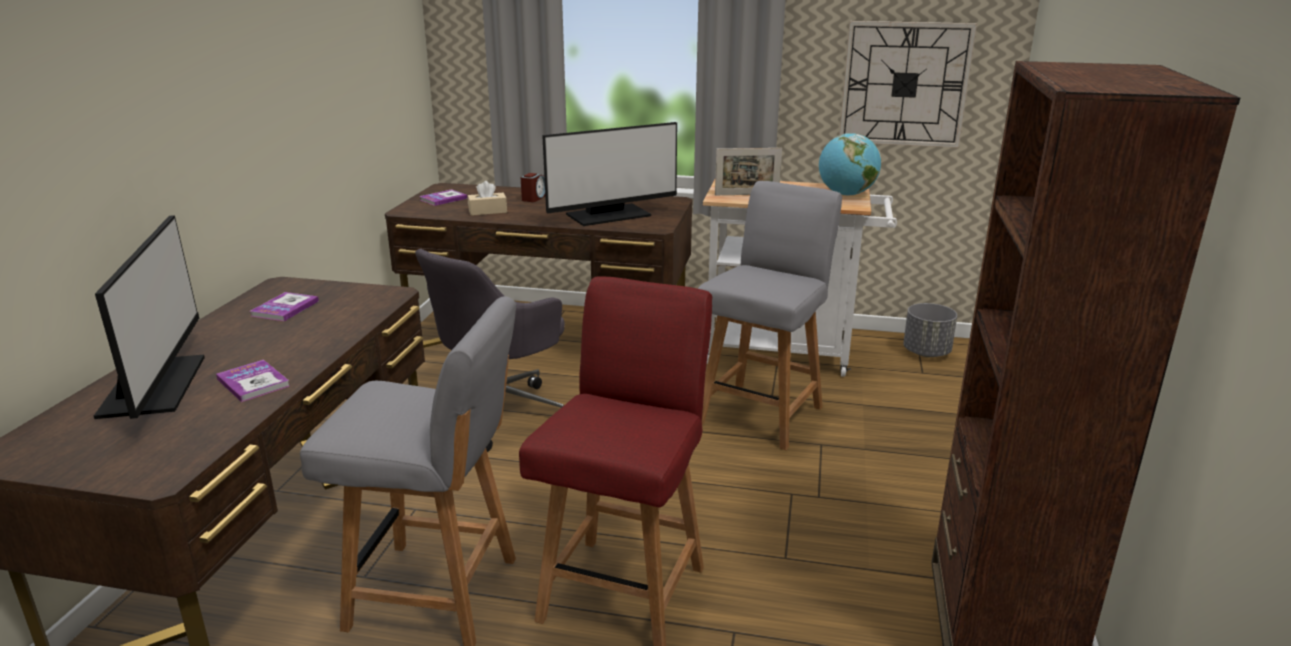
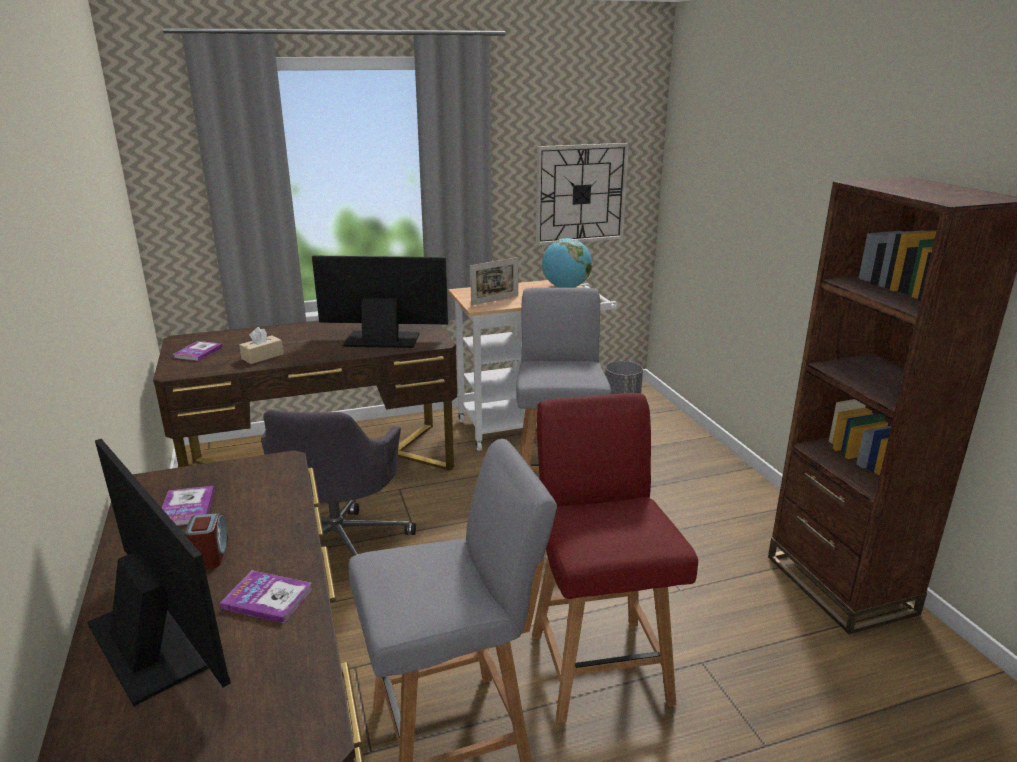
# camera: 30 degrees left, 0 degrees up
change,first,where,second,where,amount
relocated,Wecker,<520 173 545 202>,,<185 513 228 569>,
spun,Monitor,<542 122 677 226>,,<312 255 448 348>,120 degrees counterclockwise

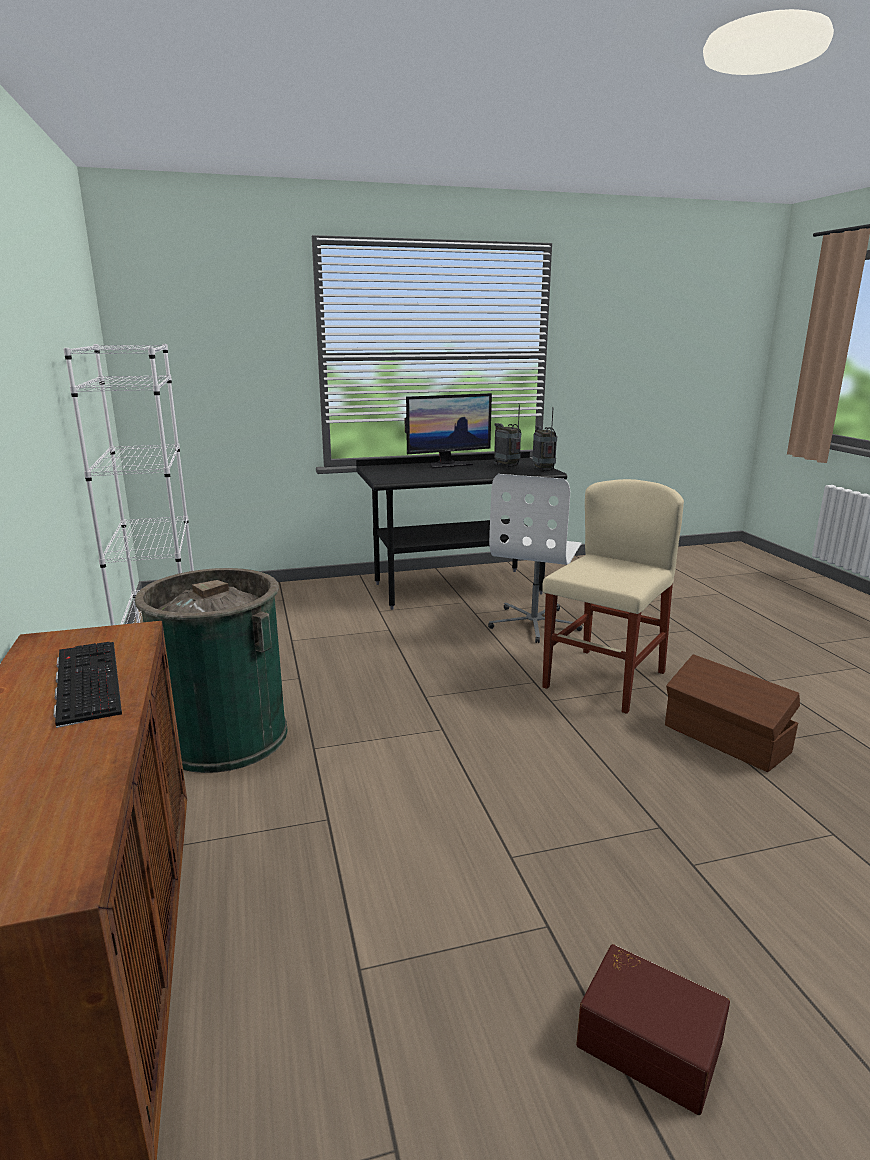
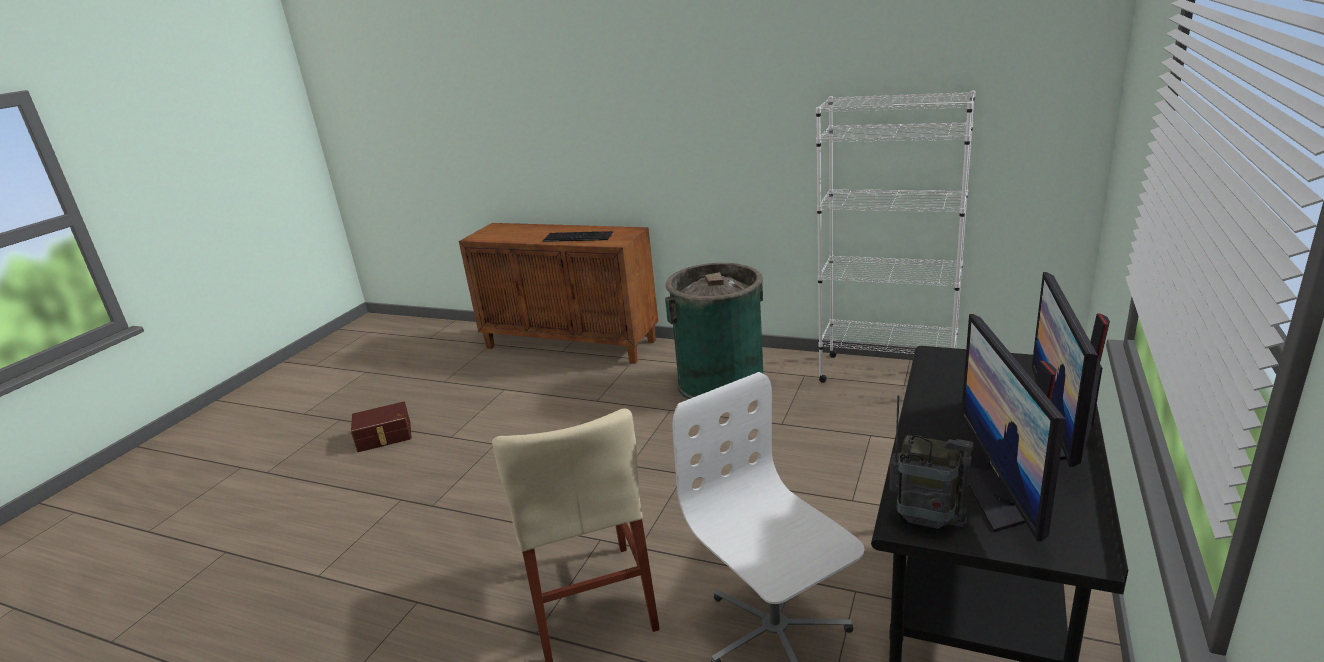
# camera: 130 degrees right, 5 degrees up
change,first,where,second,where,amount
exchanged,Radio,<493 405 521 467>,Monitor,<961 314 1066 541>,
missing,Aufbewahrungsbox [braun],<665 654 800 772>,,,

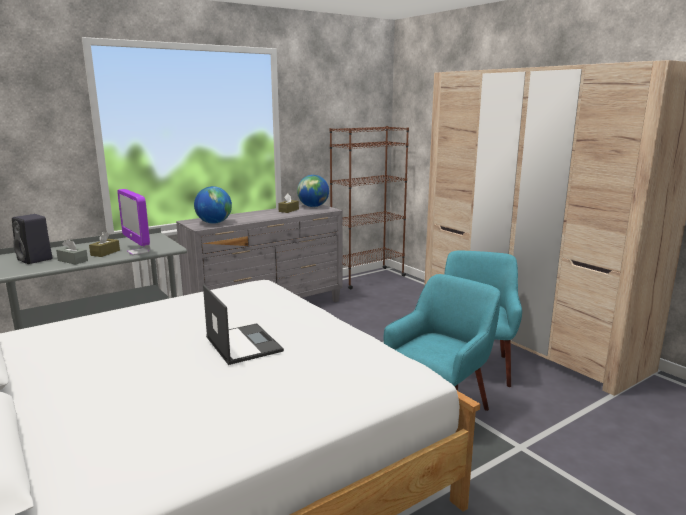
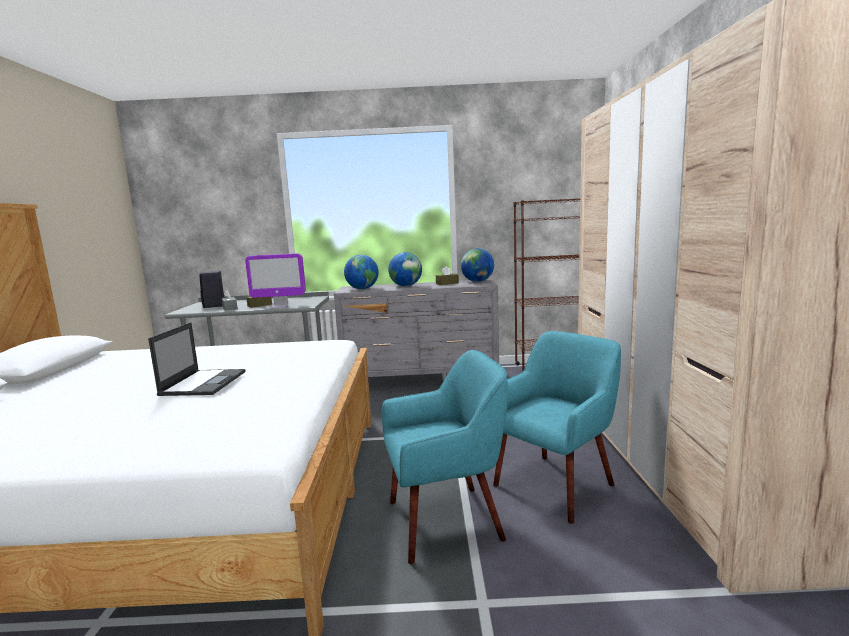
# camera: 35 degrees right, 5 degrees down
change,first,where,second,where,amount
spun,Monitor,<117 189 151 255>,,<245 253 306 308>,90 degrees counterclockwise
appeared,,,Globus,<388 252 422 286>,

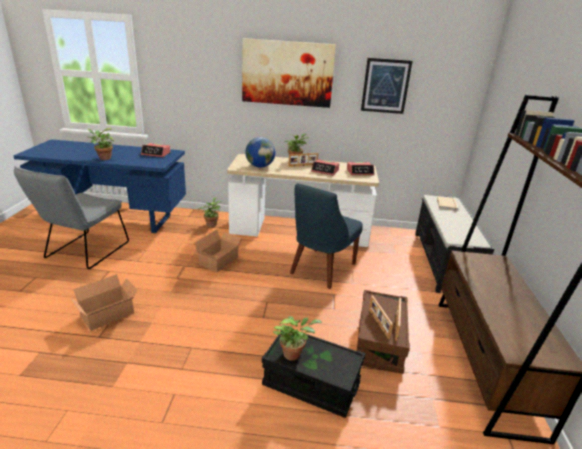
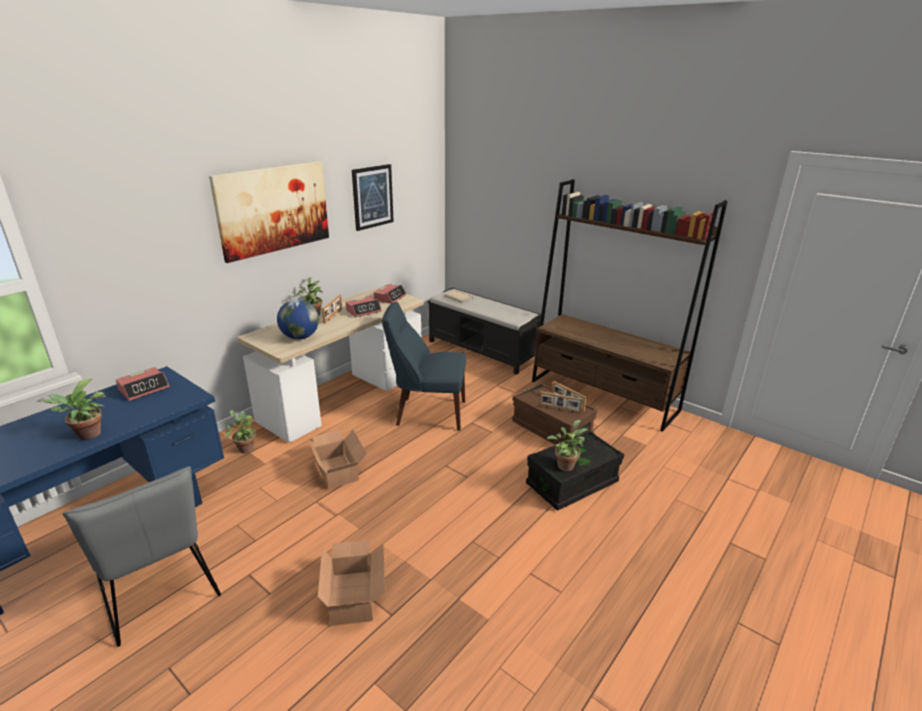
# camera: 55 degrees left, 0 degrees up
change,first,where,second,where,amount
spun,Stuhl [blau],<290 183 363 289>,,<382 302 466 431>,120 degrees clockwise

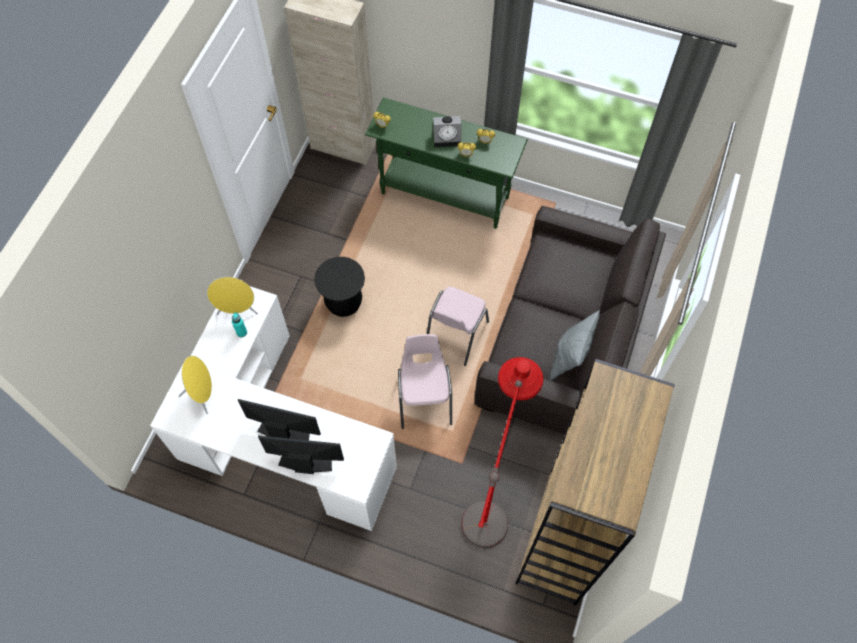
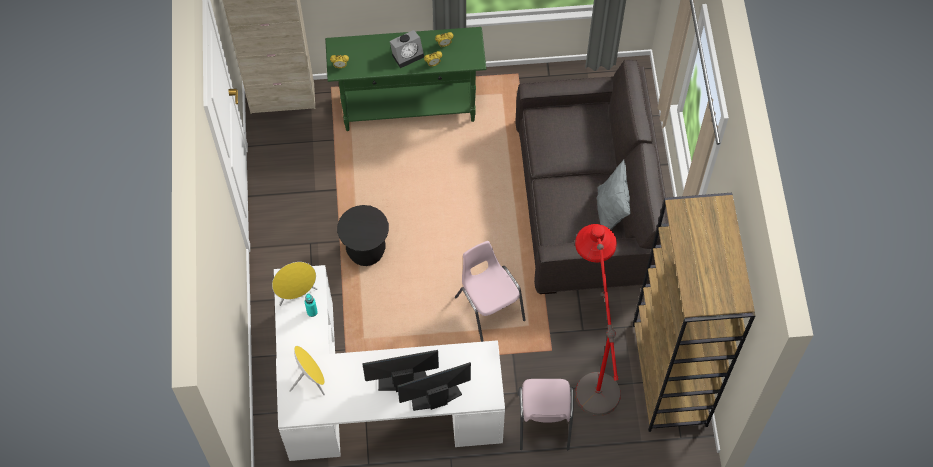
# camera: 25 degrees left, 0 degrees up
change,first,where,second,where,amount
relocated,Stuhl [rosa],<427 287 489 366>,,<517 379 574 450>,

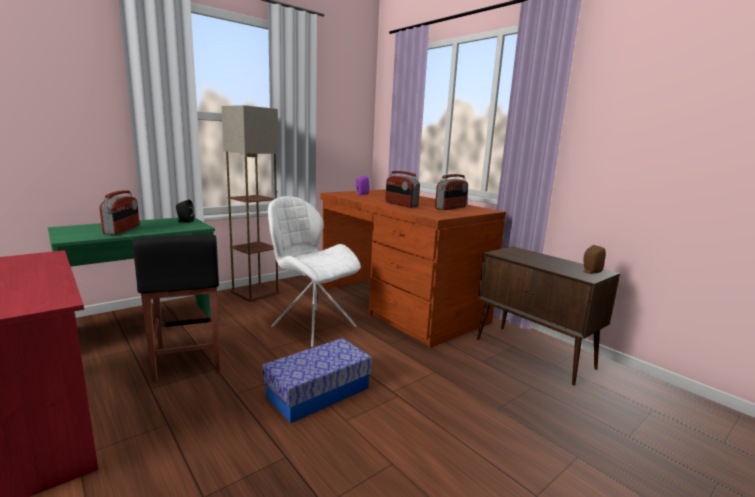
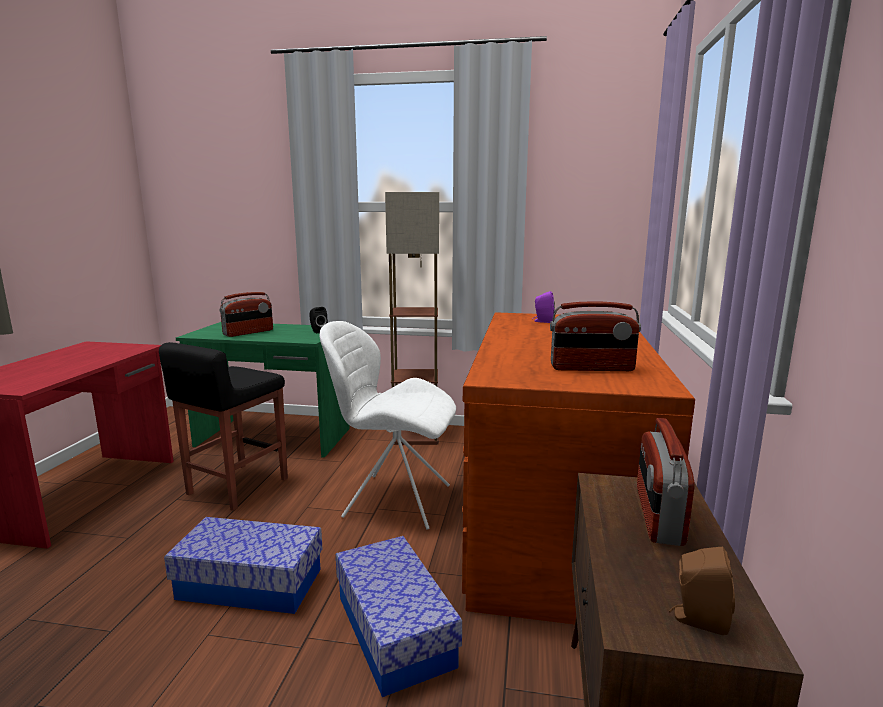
# camera: 50 degrees right, 0 degrees up
change,first,where,second,where,amount
spun,Stuhl [weiß],<268 196 361 347>,,<319 321 456 530>,75 degrees counterclockwise
relocated,Radio,<386 171 420 208>,,<637 418 695 546>,
appeared,,,Aufbewahrungsbox,<336 536 462 697>,

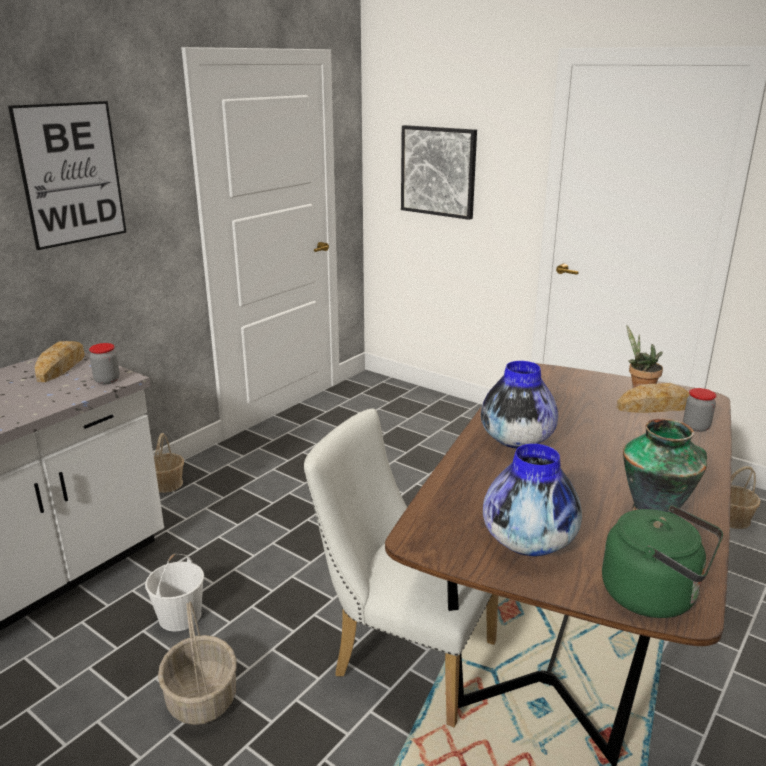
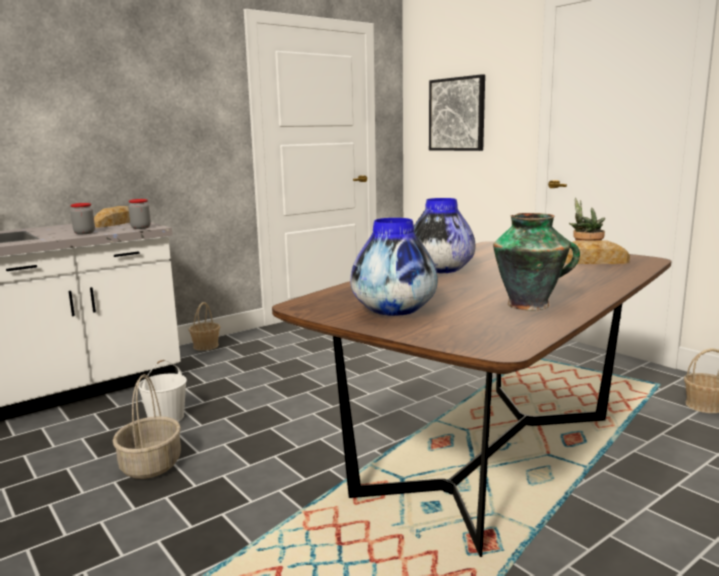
# camera: 15 degrees right, 10 degrees down
change,first,where,second,where,amount
missing,Bild,<8 101 127 250>,,,
missing,Stuhl [weiß],<303 409 498 727>,,,
missing,Wasserkessel [grün],<602 505 723 618>,,,
relocated,Vorratsglas,<683 388 716 432>,,<71 203 95 234>,

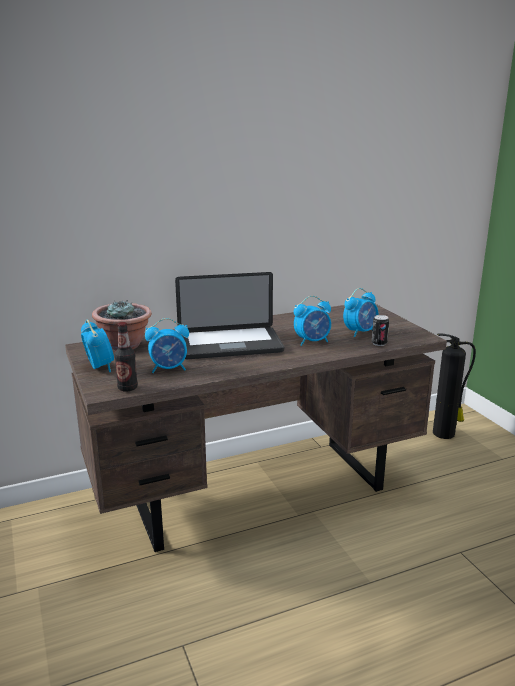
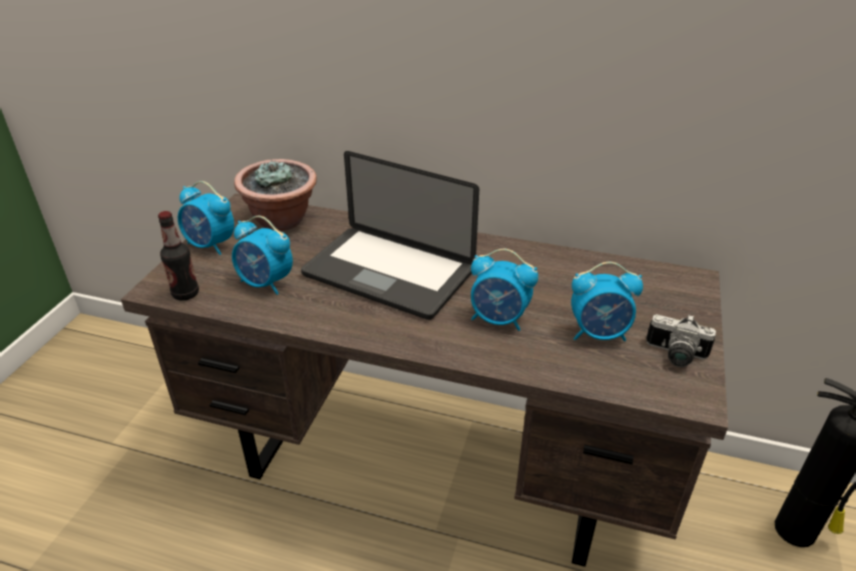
# camera: 40 degrees right, 15 degrees up
change,first,where,second,where,amount
spun,Wecker,<81 320 114 372>,,<178 181 234 255>,105 degrees clockwise
missing,Dose,<372 315 389 346>,,,
appeared,,,Kamera,<646 314 716 367>,

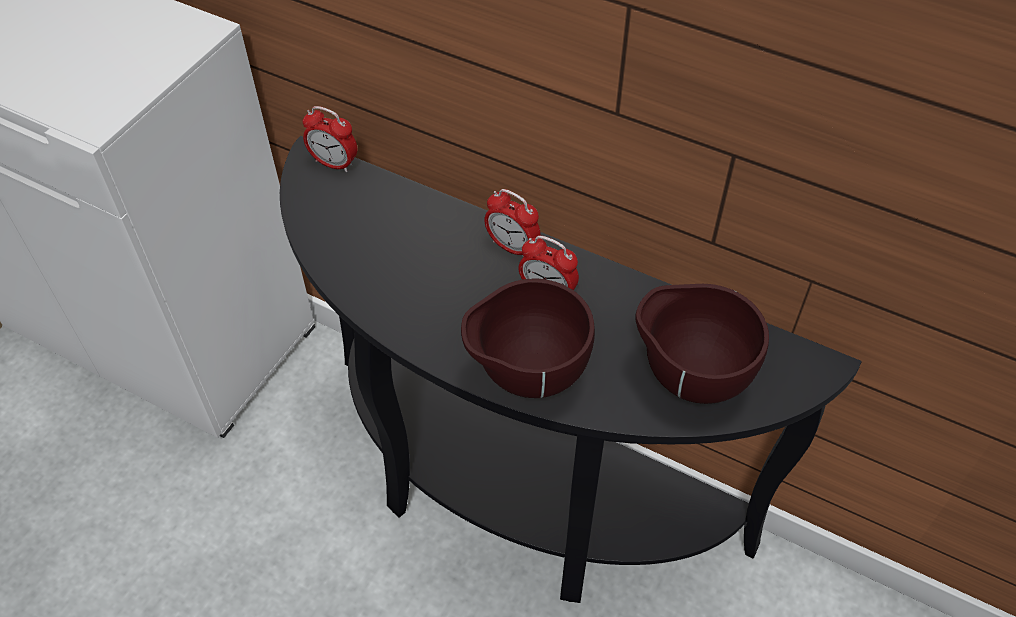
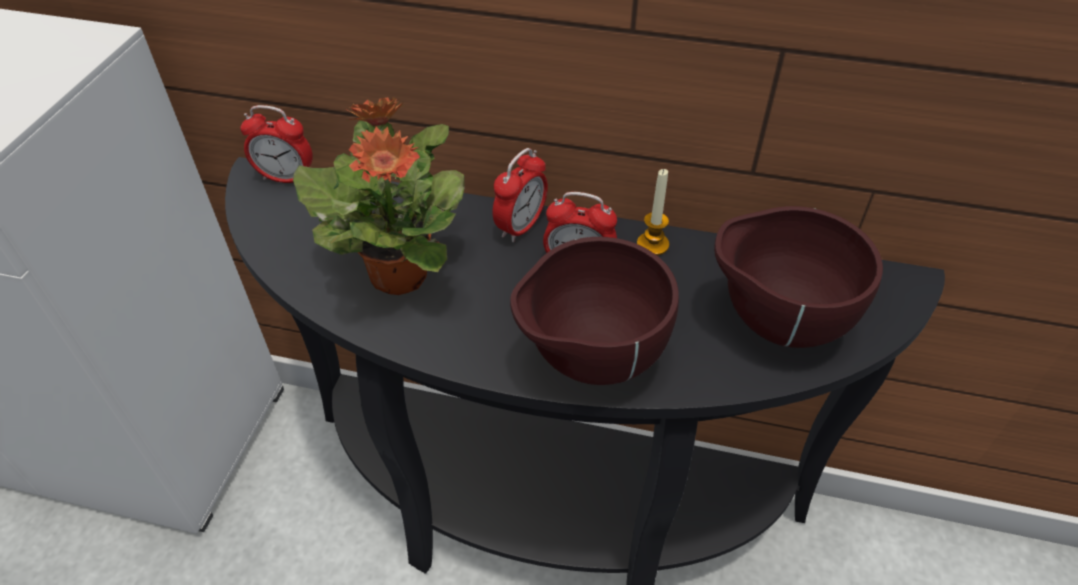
# camera: 15 degrees left, 5 degrees down
change,first,where,second,where,amount
spun,Wecker,<484 189 540 257>,,<492 148 548 242>,75 degrees counterclockwise
appeared,,,Topfpflanze,<293 97 465 295>,
appeared,,,Kerze,<637 169 669 256>,

